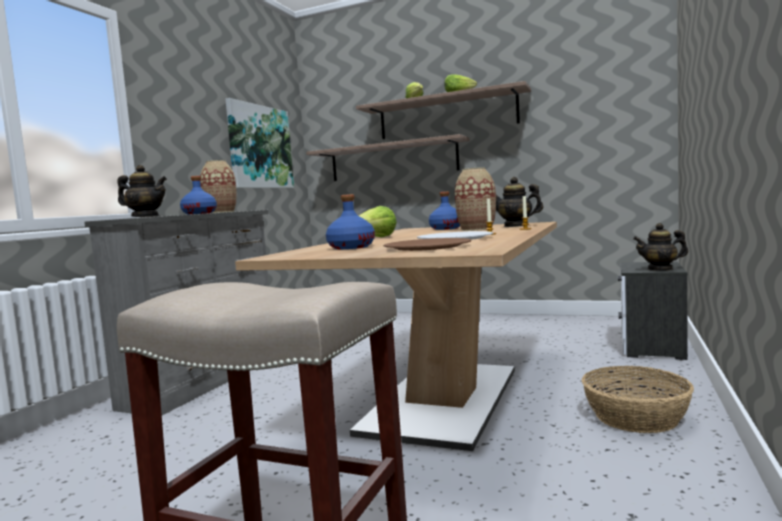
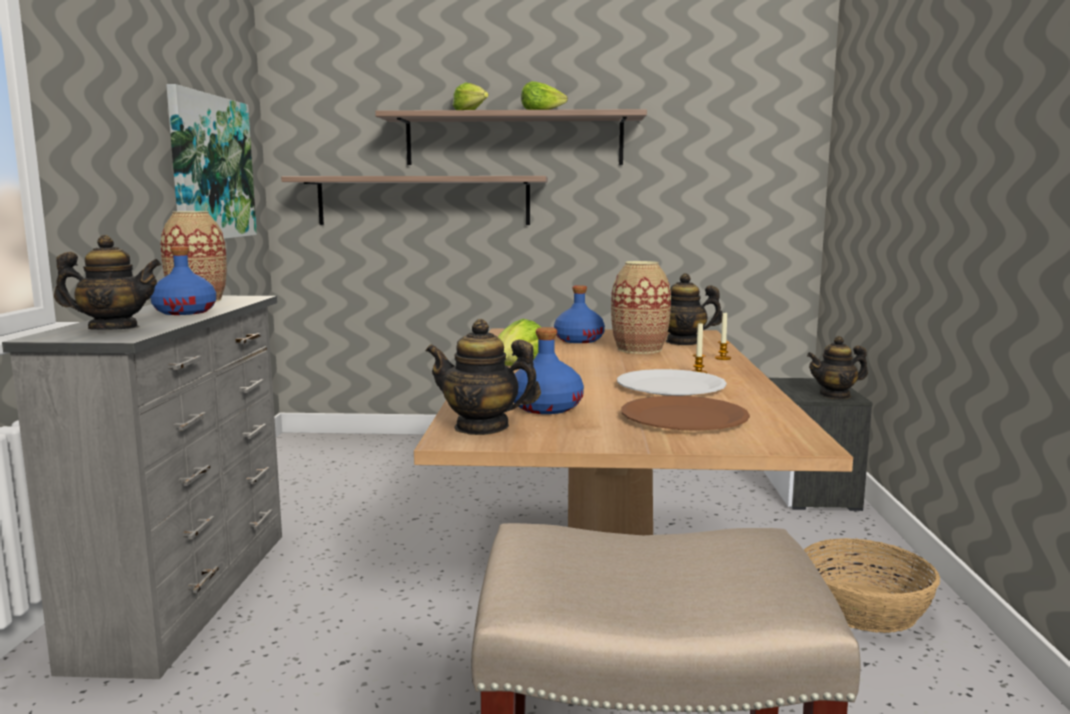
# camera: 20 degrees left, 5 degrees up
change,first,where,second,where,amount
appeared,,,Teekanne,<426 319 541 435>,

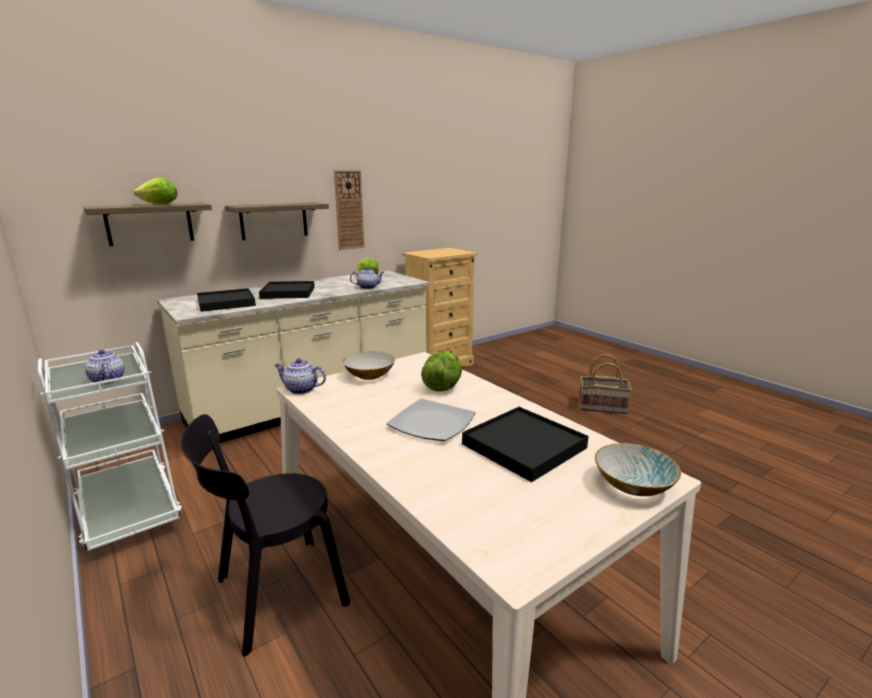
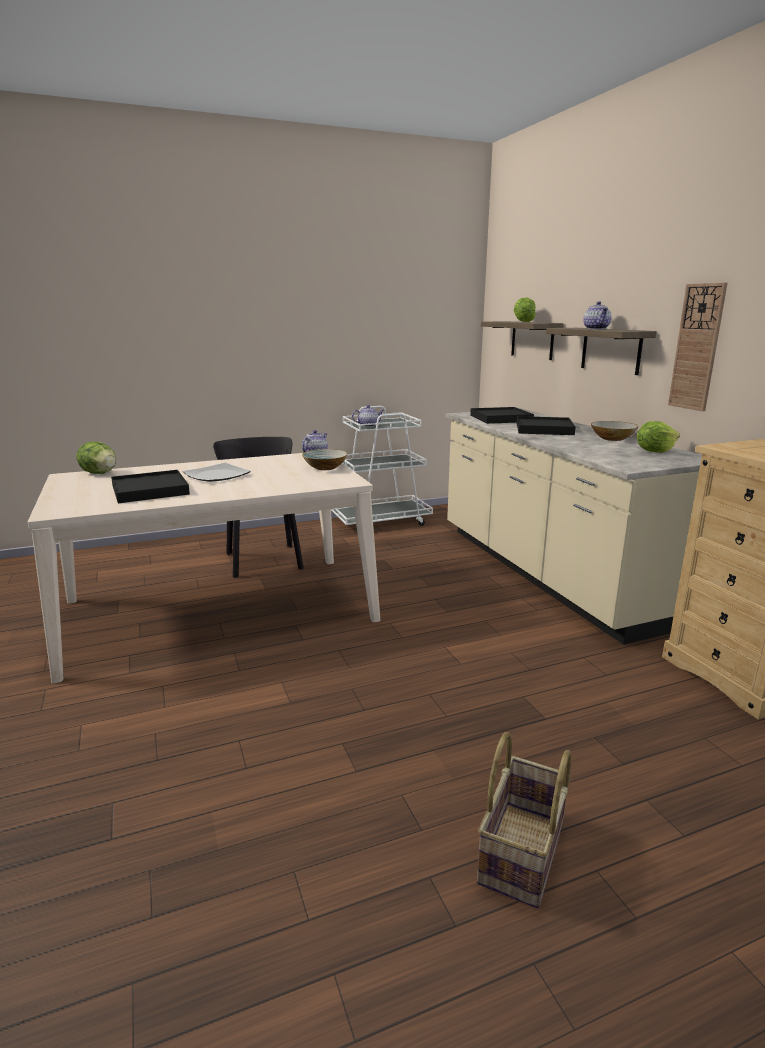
# camera: 105 degrees right, 0 degrees up
change,first,where,second,where,amount
relocated,Teekanne,<350 267 384 289>,,<583 301 612 329>,
relocated,Salatkopf,<421 351 462 392>,,<77 442 116 474>,
relocated,Schüssel,<595 443 681 496>,,<591 421 638 441>,

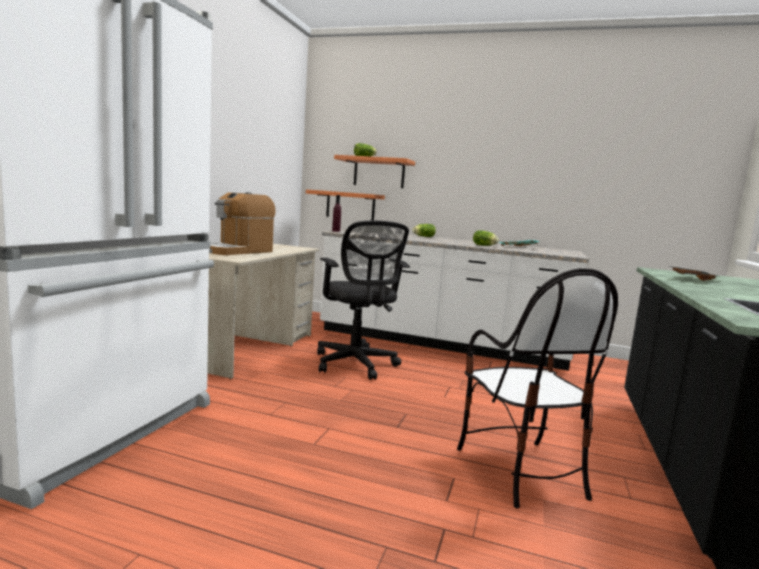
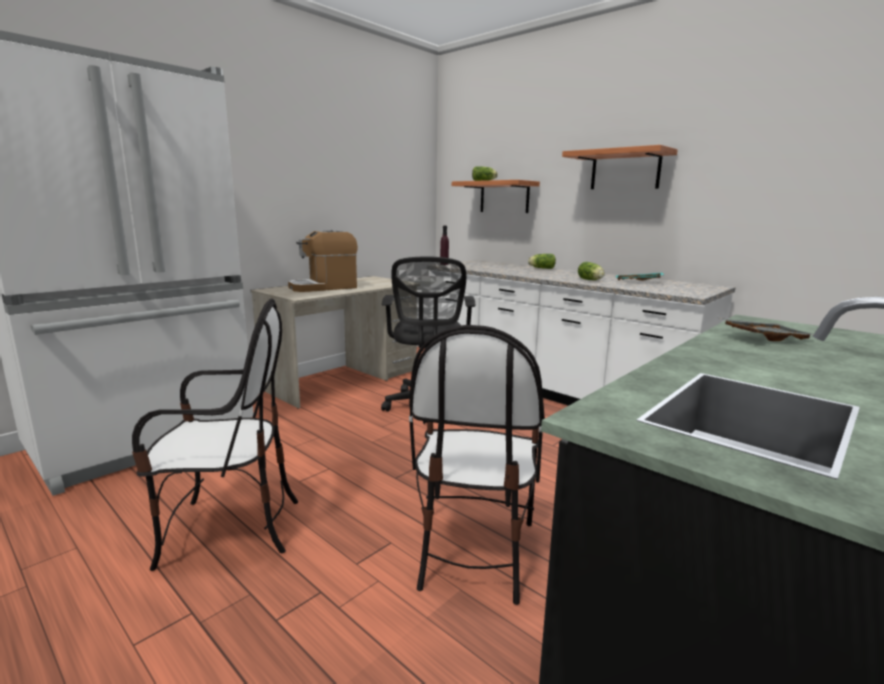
# camera: 25 degrees right, 5 degrees up
change,first,where,second,where,amount
relocated,Wandregal,<306 189 385 221>,,<562 145 678 189>,
appeared,,,Stuhl,<132 298 298 571>,

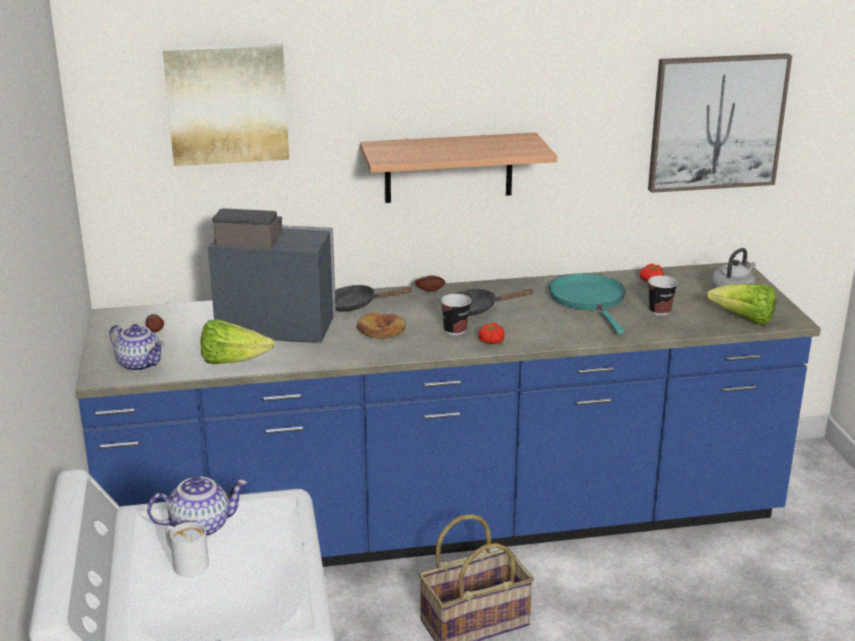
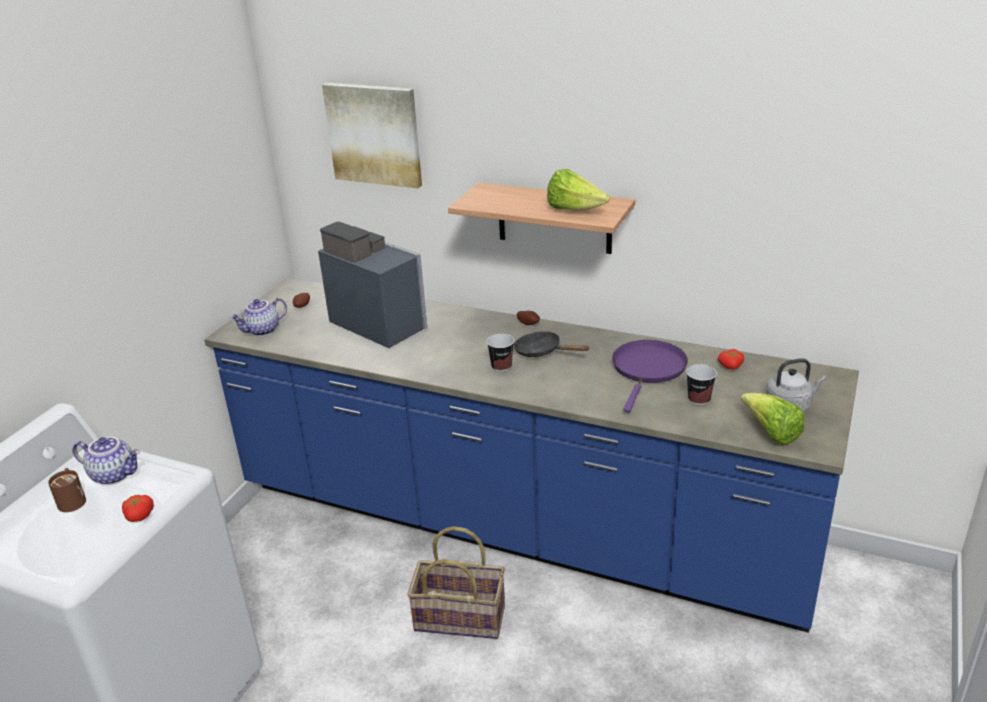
# camera: 35 degrees right, 5 degrees up
change,first,where,second,where,amount
spun,Teekanne,<110 324 164 372>,,<230 298 287 336>,75 degrees clockwise
colour,Henkelbecher [weiß],<165 522 209 577>,Henkelbecher [braun],<48 468 86 512>,
relocated,Salatkopf,<200 319 275 365>,,<547 169 610 211>,
missing,Pfanne [schwarz],<335 285 413 312>,,,
missing,Brot,<357 313 406 339>,,,
relocated,Tomate,<478 322 505 344>,,<122 495 154 522>,
colour,Pfanne [türkis],<549 273 626 334>,Pfanne [lila],<612 340 688 412>,
missing,Bild,<648 53 792 193>,,,

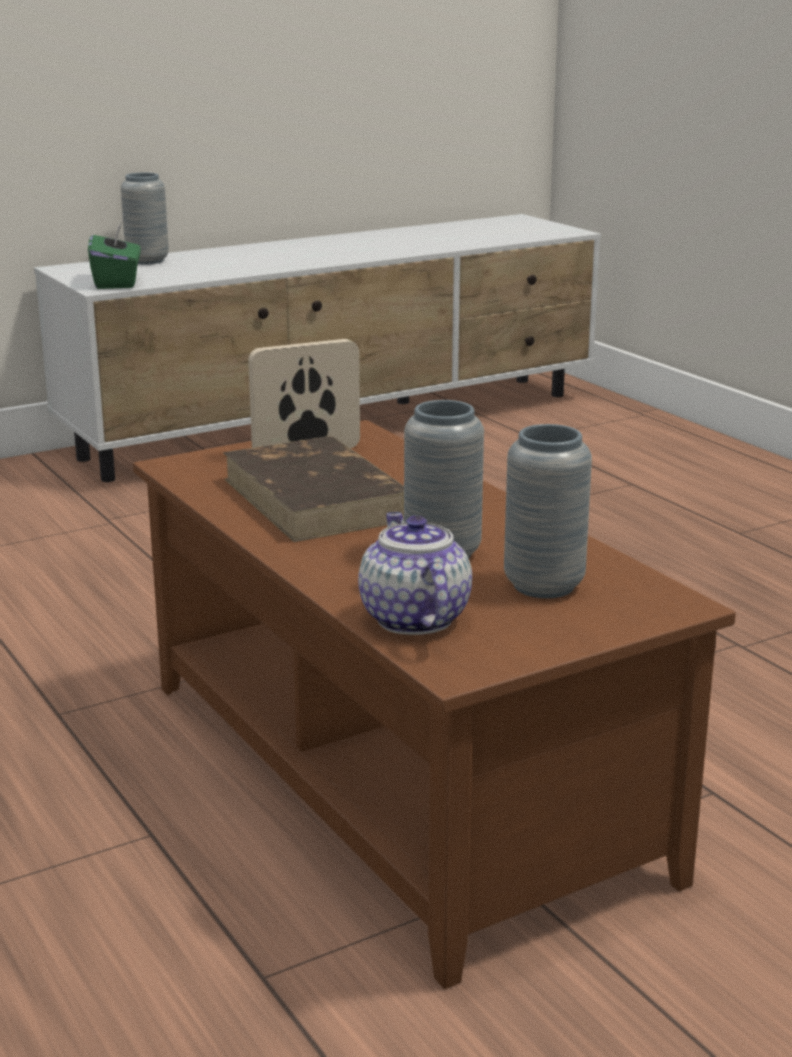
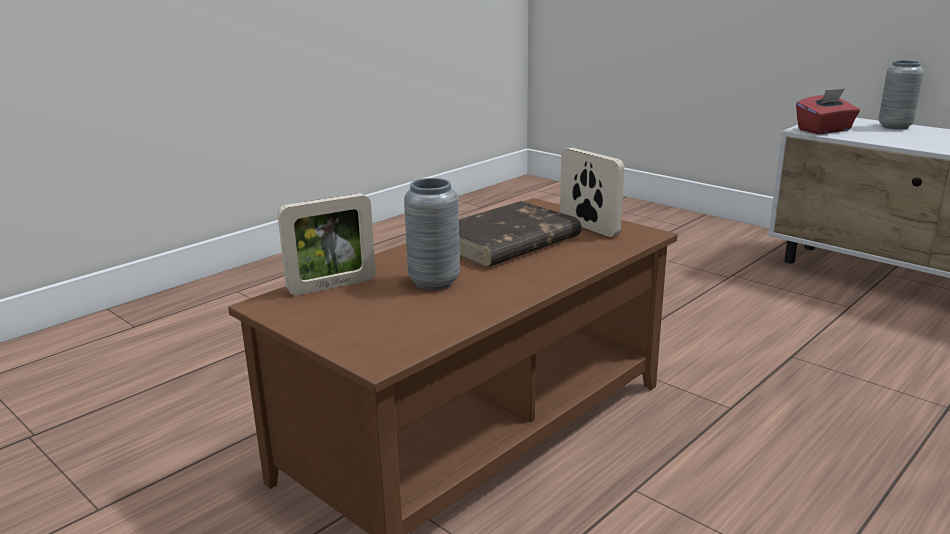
# camera: 75 degrees right, 0 degrees up
change,first,where,second,where,amount
colour,Taschentuchbox [grün],<88 221 141 289>,Taschentuchbox [rot],<796 88 860 134>,
exchanged,Teekanne,<358 512 472 635>,Bilderrahmen,<278 193 376 296>,
missing,Vase [grau],<504 424 592 598>,,,

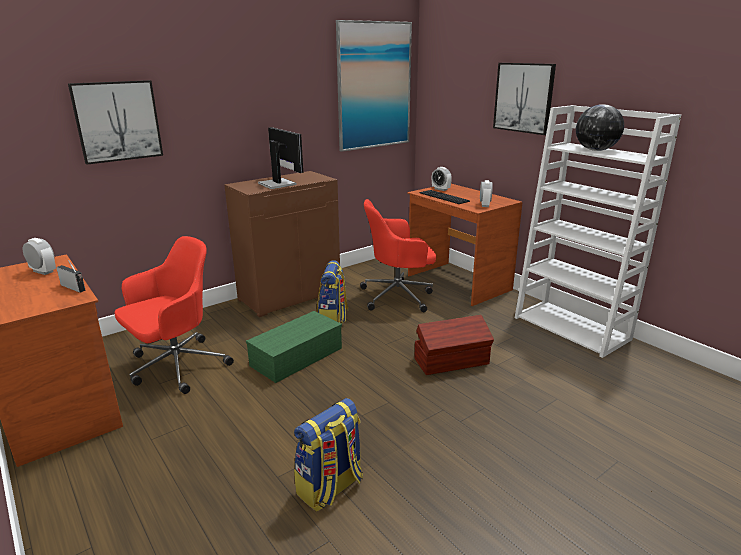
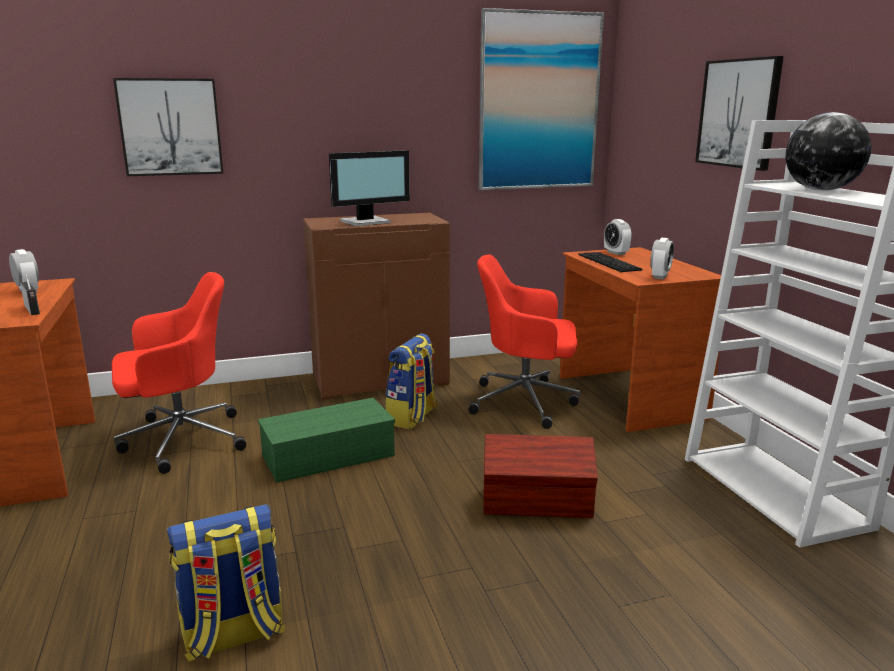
# camera: 20 degrees right, 5 degrees down
change,first,where,second,where,amount
spun,Monitor,<258 127 303 189>,,<329 150 410 226>,75 degrees clockwise

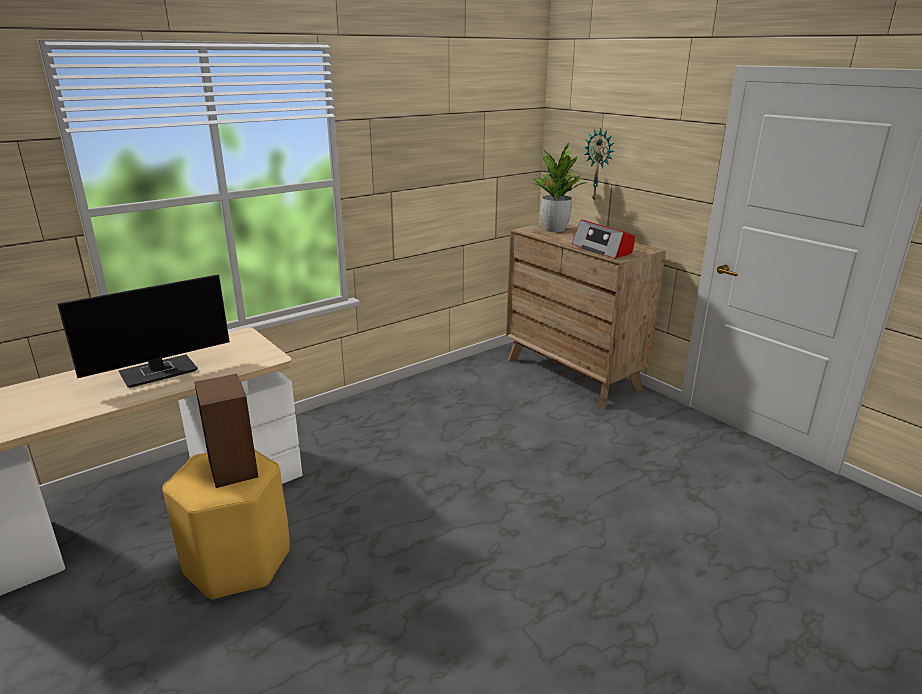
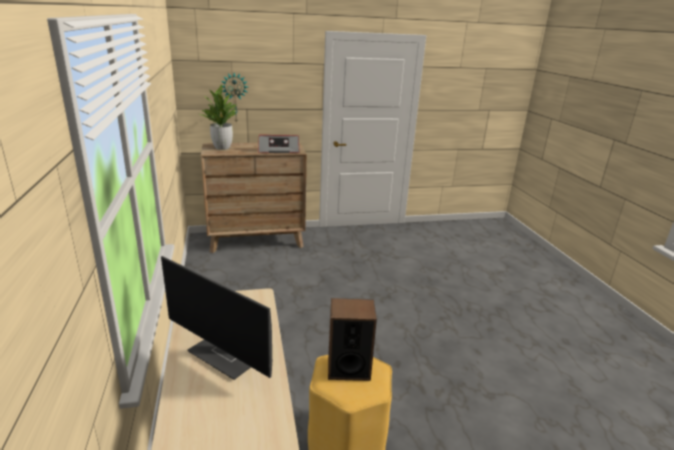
# camera: 65 degrees left, 0 degrees up
change,first,where,second,where,amount
spun,Monitor,<57 274 230 388>,,<161 256 272 380>,135 degrees clockwise

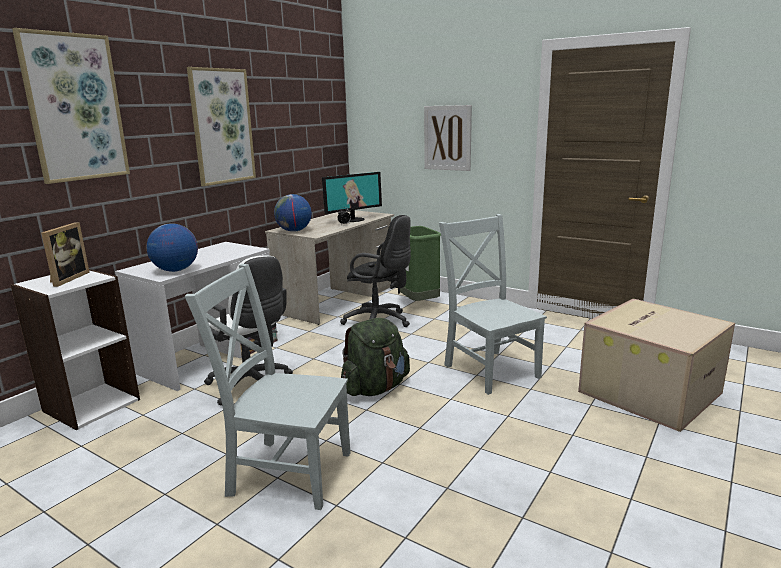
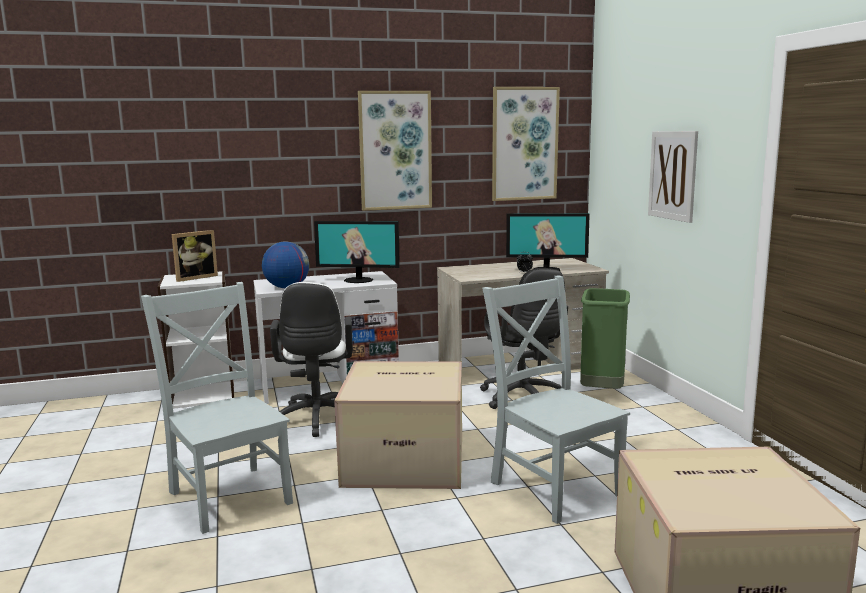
# camera: 40 degrees right, 5 degrees down
change,first,where,second,where,amount
relocated,Bild,<12 28 130 184>,,<492 87 560 201>,
missing,Globus,<274 194 312 232>,,,
exchanged,Rucksack [grün],<341 318 410 396>,Karton,<334 361 462 489>,
spun,Stuhl [grau],<439 214 547 395>,,<482 275 630 524>,45 degrees counterclockwise
appeared,,,Monitor,<314 221 400 283>,

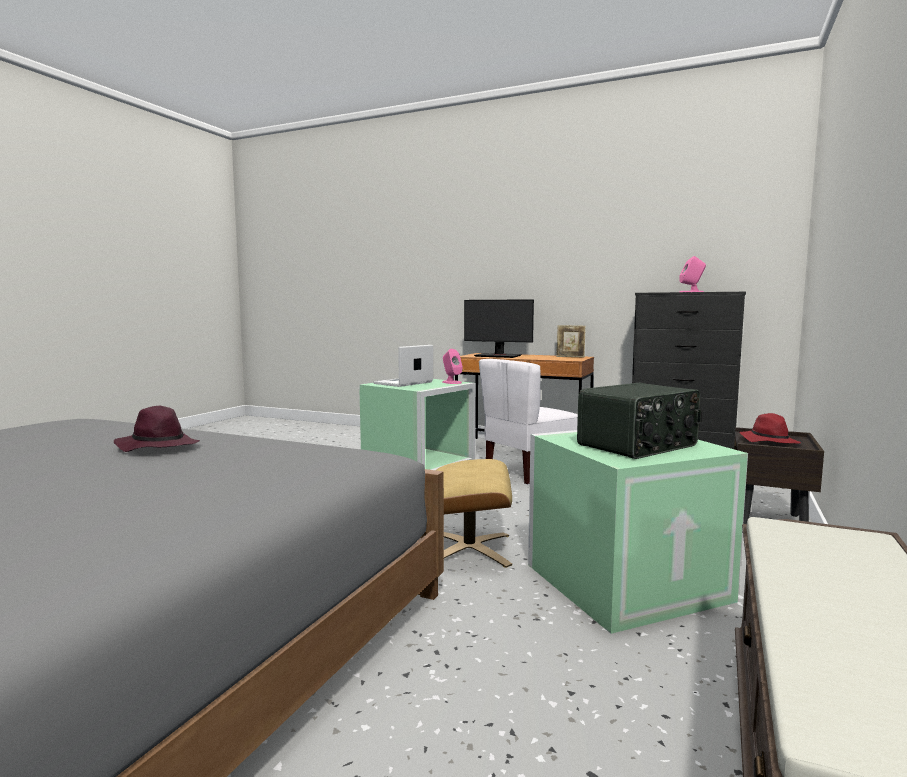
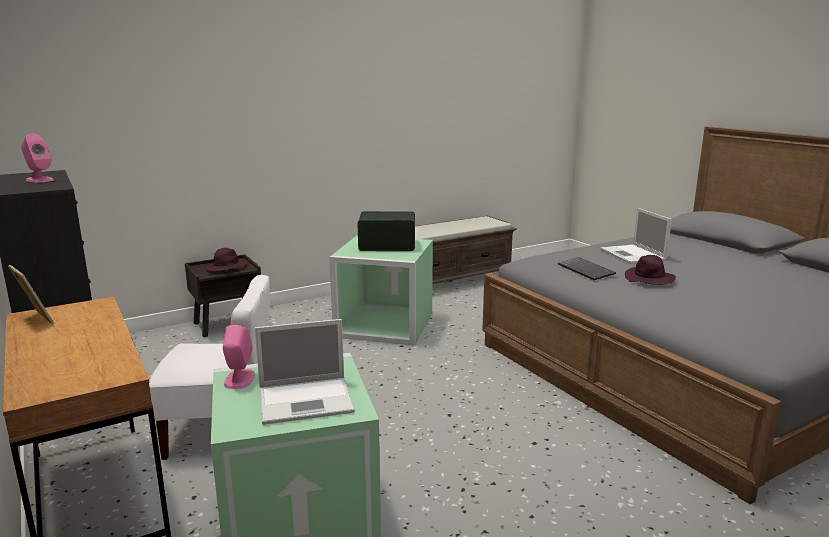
# camera: 145 degrees left, 10 degrees up
change,first,where,second,where,amount
missing,Polsterhocker [beige],<436 459 512 568>,,,
missing,Monitor,<464 299 534 358>,,,
colour,Hut [rot],<739 413 801 444>,Hut [lila],<205 248 247 271>,
appeared,,,Tastatur,<558 257 616 280>,
appeared,,,Laptop,<600 208 672 264>,

